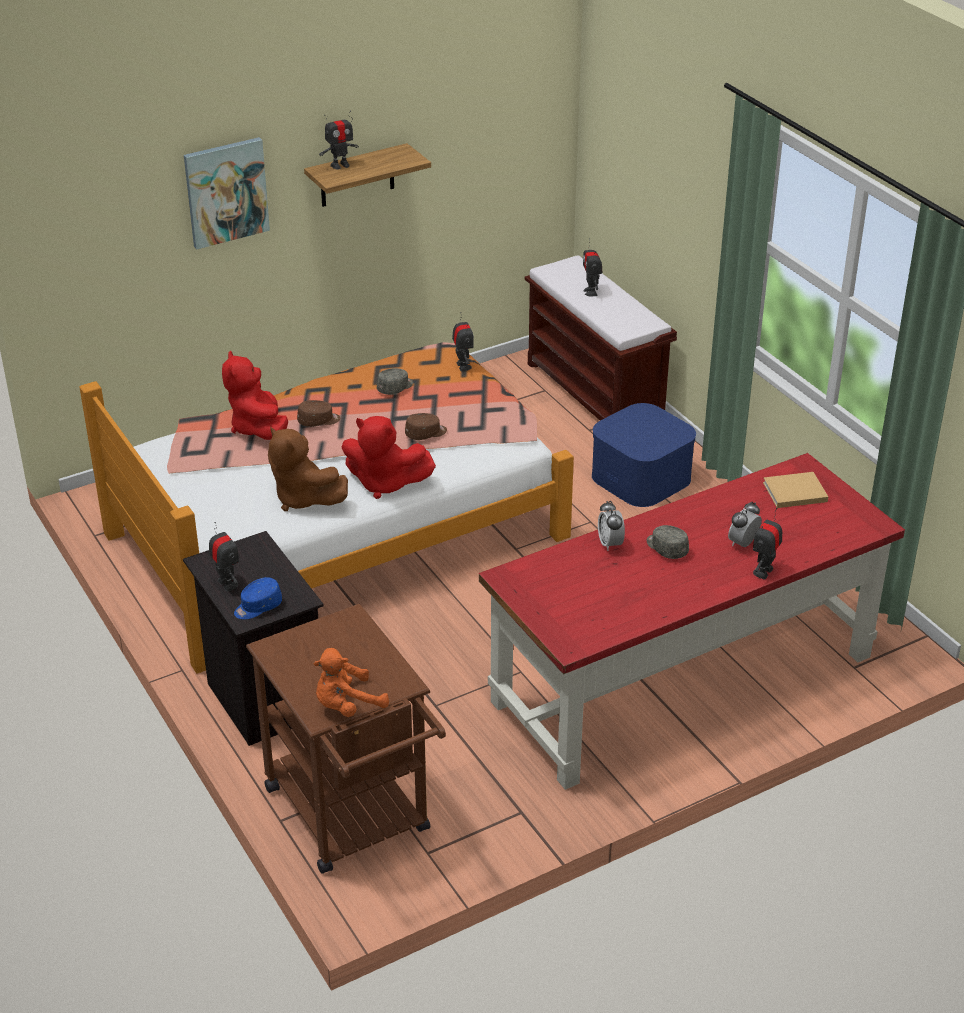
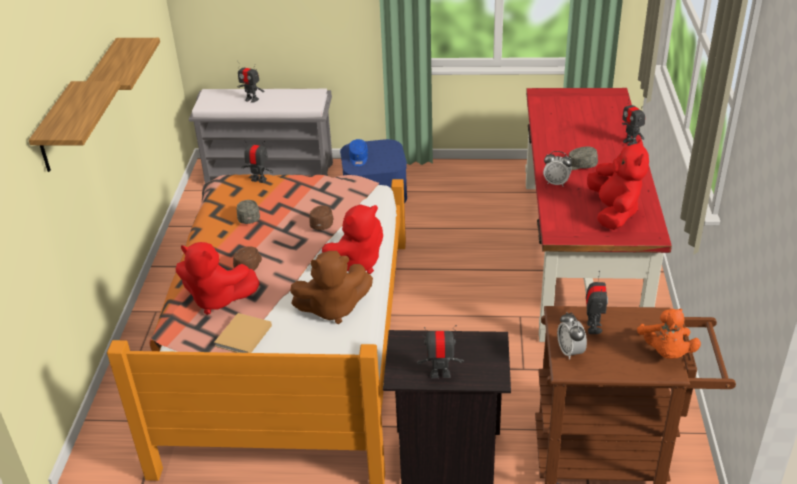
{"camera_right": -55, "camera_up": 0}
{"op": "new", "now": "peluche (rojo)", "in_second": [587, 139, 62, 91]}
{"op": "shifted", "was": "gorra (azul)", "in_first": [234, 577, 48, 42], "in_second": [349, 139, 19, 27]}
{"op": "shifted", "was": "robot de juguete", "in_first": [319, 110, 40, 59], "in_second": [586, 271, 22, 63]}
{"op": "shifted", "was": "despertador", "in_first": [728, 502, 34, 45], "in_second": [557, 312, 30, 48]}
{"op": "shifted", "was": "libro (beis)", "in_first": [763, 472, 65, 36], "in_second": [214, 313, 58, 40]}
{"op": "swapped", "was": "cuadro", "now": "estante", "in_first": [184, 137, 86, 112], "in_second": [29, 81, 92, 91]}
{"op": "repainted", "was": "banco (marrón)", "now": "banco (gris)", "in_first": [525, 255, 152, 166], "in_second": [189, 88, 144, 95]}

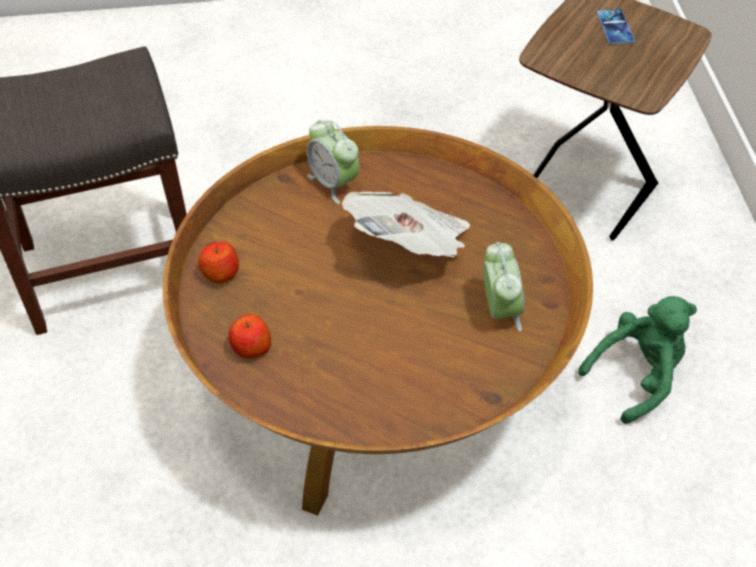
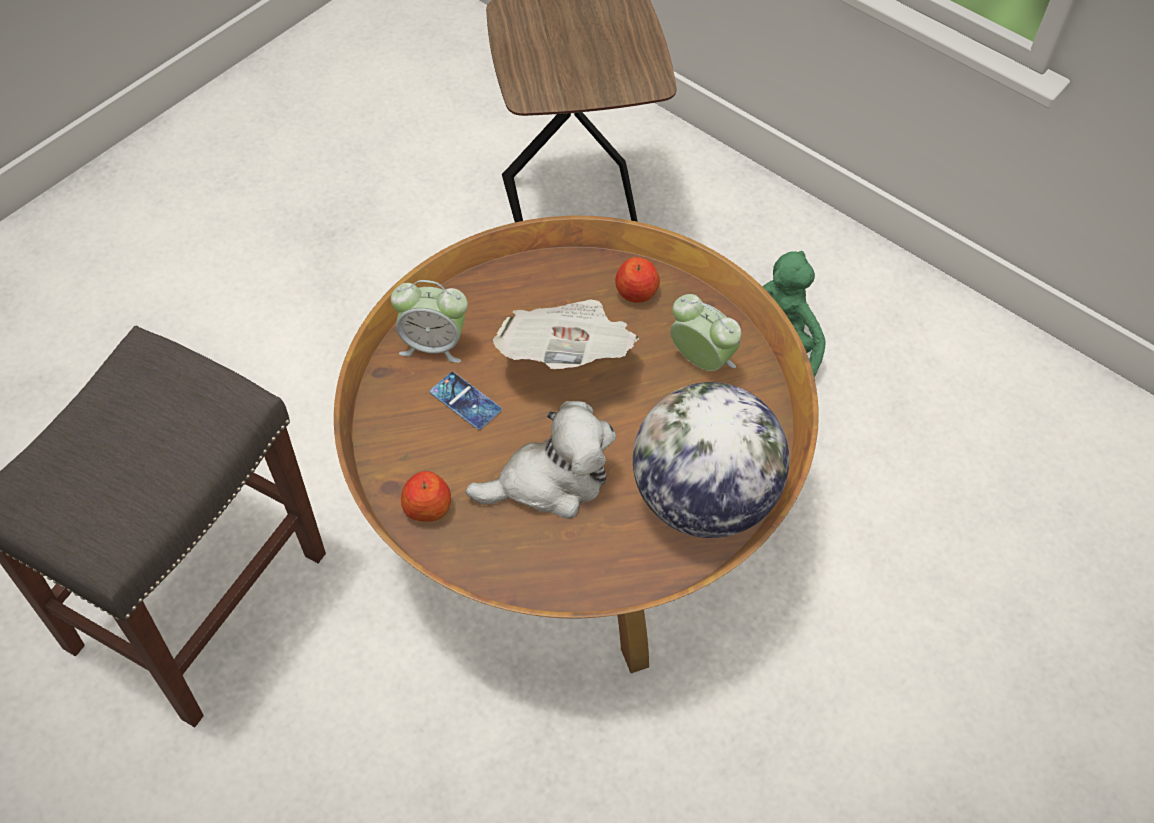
{"camera_right": -45, "camera_up": 5}
{"op": "new", "now": "peluche", "in_second": [466, 401, 150, 118]}
{"op": "new", "now": "globo terráqueo", "in_second": [633, 382, 156, 156]}
{"op": "shifted", "was": "manzana", "in_first": [229, 314, 43, 45], "in_second": [615, 257, 45, 46]}
{"op": "shifted", "was": "móvil", "in_first": [597, 9, 38, 35], "in_second": [430, 372, 72, 58]}

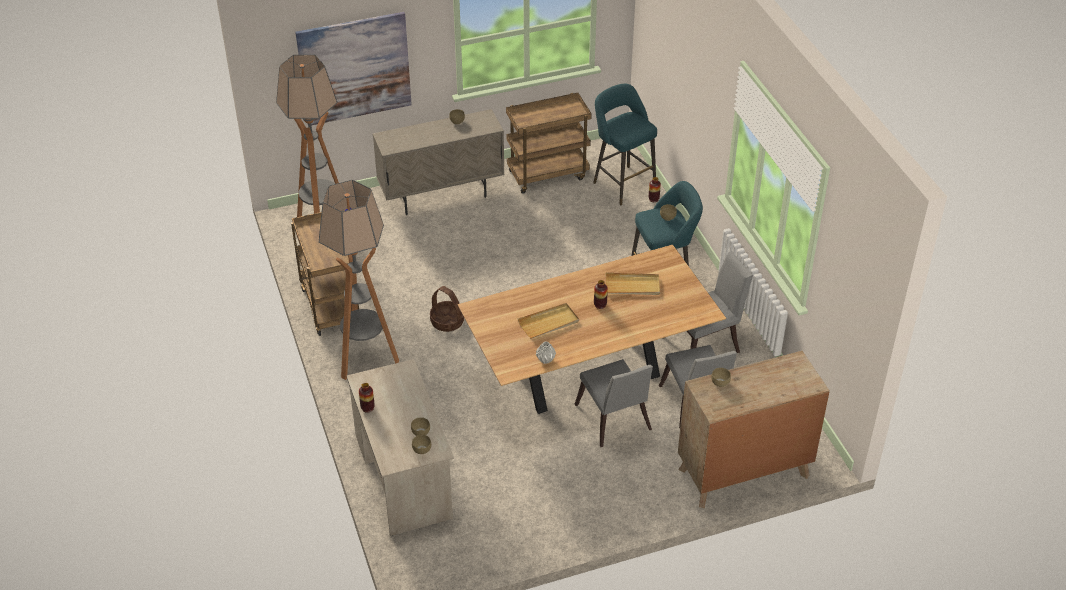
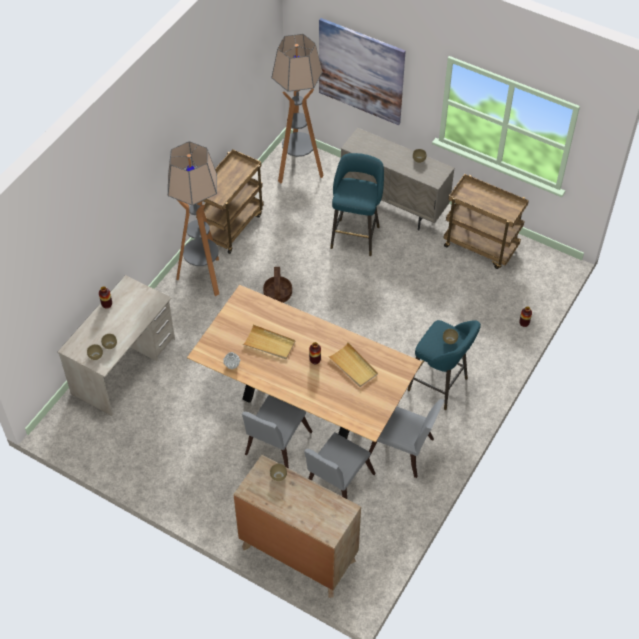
{"camera_right": 50, "camera_up": 10}
{"op": "shifted", "was": "taburete (turquesa)", "in_first": [593, 84, 64, 121], "in_second": [330, 153, 54, 103]}

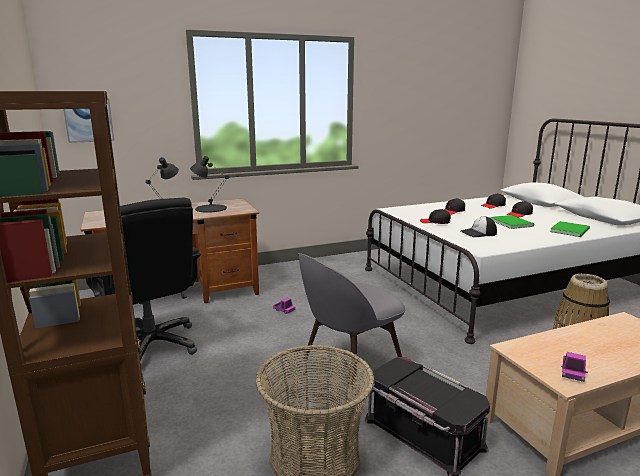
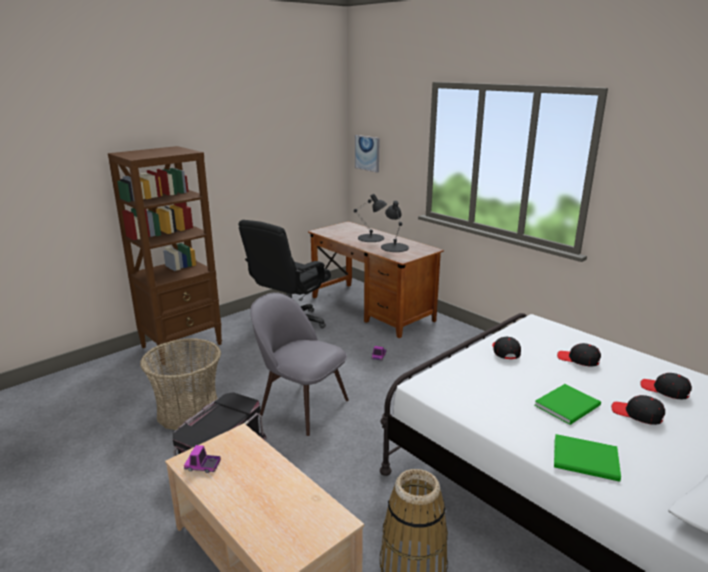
{"camera_right": 70, "camera_up": 5}
{"op": "gone", "was": "gorra", "in_first": [461, 216, 36, 21]}

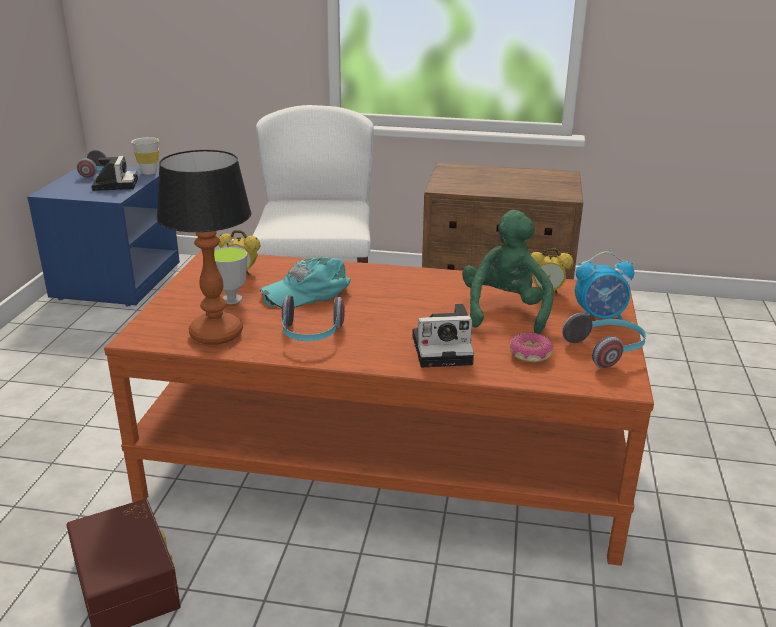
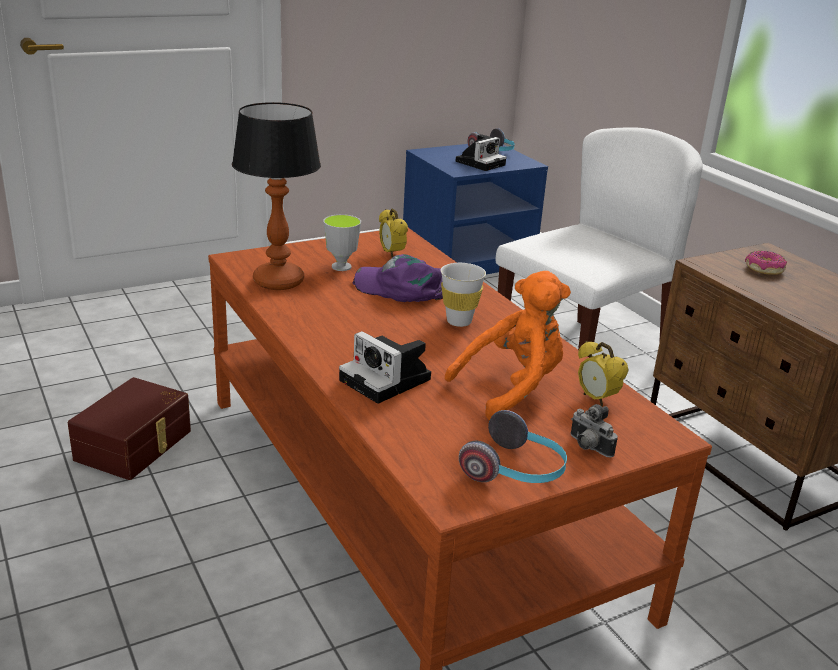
{"camera_right": 50, "camera_up": 0}
{"op": "gone", "was": "auriculares", "in_first": [282, 295, 63, 46]}
{"op": "shifted", "was": "taza (blanco)", "in_first": [131, 137, 28, 38], "in_second": [441, 263, 45, 64]}
{"op": "shifted", "was": "rosquilla", "in_first": [509, 333, 44, 29], "in_second": [745, 251, 42, 24]}
{"op": "swapped", "was": "despertador", "now": "cámara", "in_first": [575, 252, 59, 68], "in_second": [570, 404, 48, 53]}
{"op": "repainted", "was": "gorra (turquesa)", "now": "gorra (morado)", "in_first": [260, 257, 91, 51], "in_second": [353, 254, 90, 48]}
{"op": "repainted", "was": "peluche (verde)", "now": "peluche (naranja)", "in_first": [462, 210, 92, 124], "in_second": [445, 271, 126, 150]}

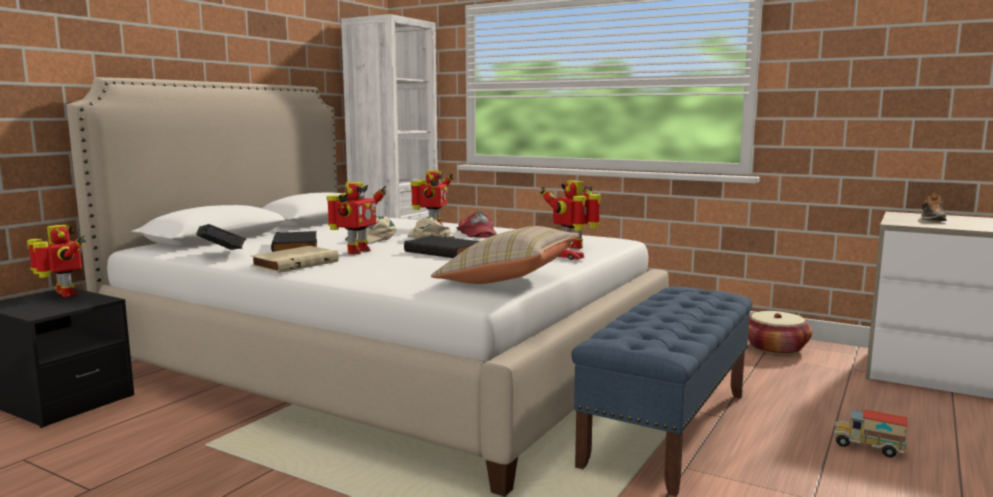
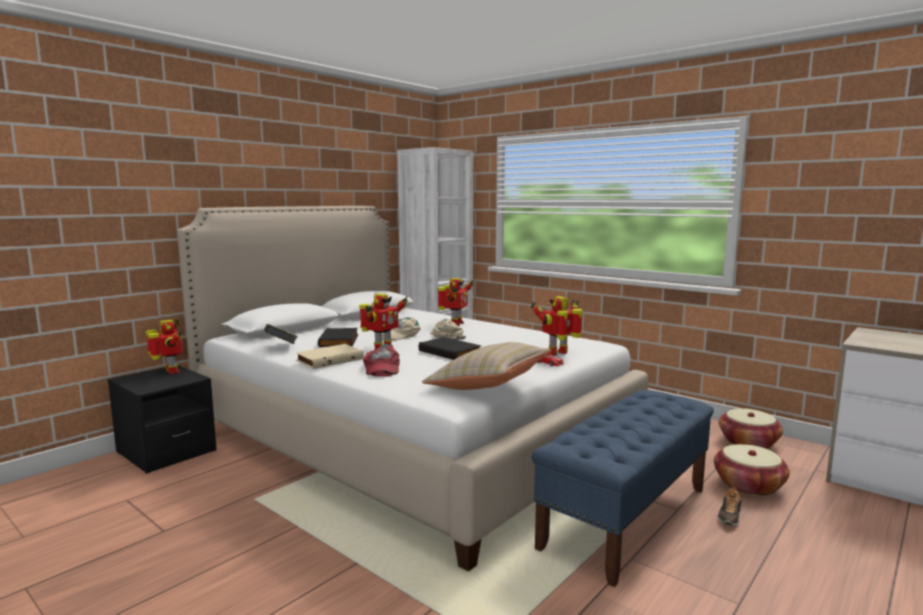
{"camera_right": 10, "camera_up": 0}
{"op": "gone", "was": "camión de juguete", "in_first": [834, 409, 74, 49]}
{"op": "new", "now": "cesta", "in_second": [714, 444, 76, 52]}
{"op": "shifted", "was": "gorra (rojo)", "in_first": [456, 211, 41, 27], "in_second": [363, 344, 37, 33]}
{"op": "shifted", "was": "zapato", "in_first": [921, 193, 26, 28], "in_second": [717, 487, 25, 39]}

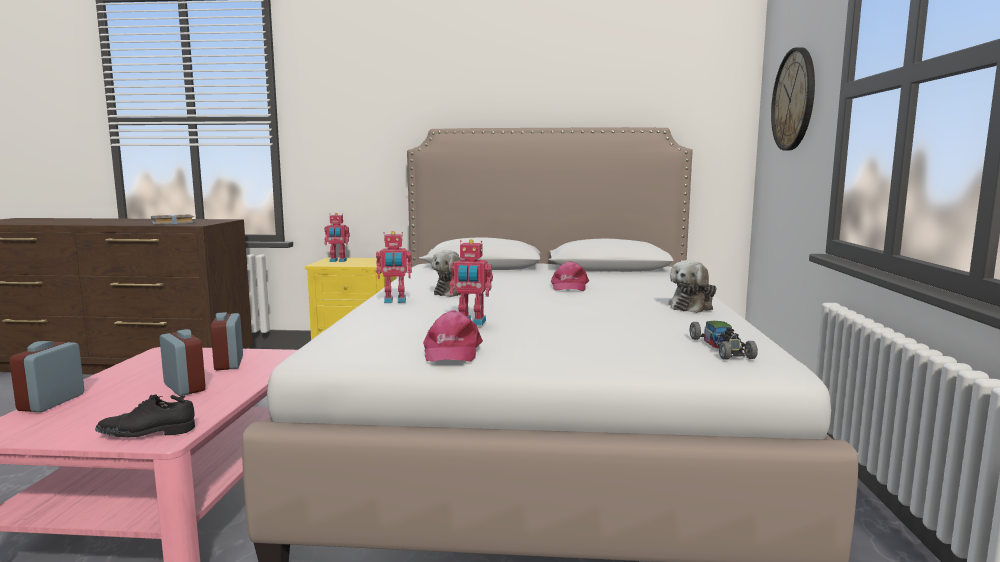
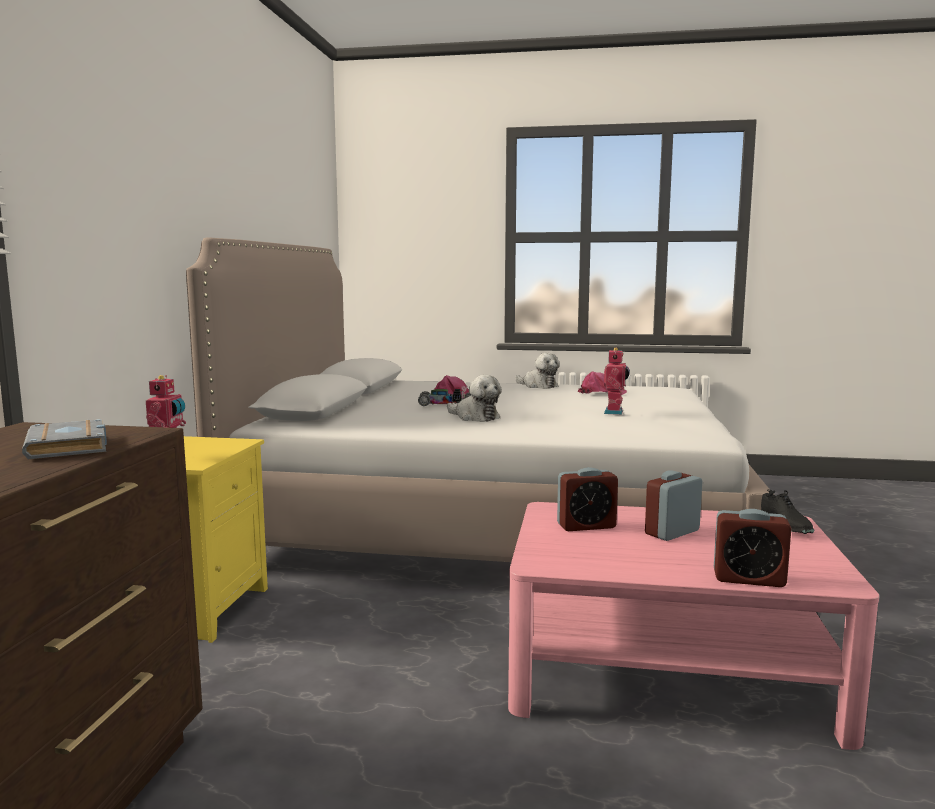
{"camera_right": -85, "camera_up": 0}
{"op": "gone", "was": "robot de juguete", "in_first": [376, 231, 36, 72]}
{"op": "gone", "was": "reloj de pared", "in_first": [771, 47, 44, 103]}
{"op": "shifted", "was": "gorra (rosa)", "in_first": [423, 310, 60, 52], "in_second": [578, 371, 49, 24]}
{"op": "shifted", "was": "coche de juguete", "in_first": [690, 321, 68, 39], "in_second": [418, 389, 53, 17]}

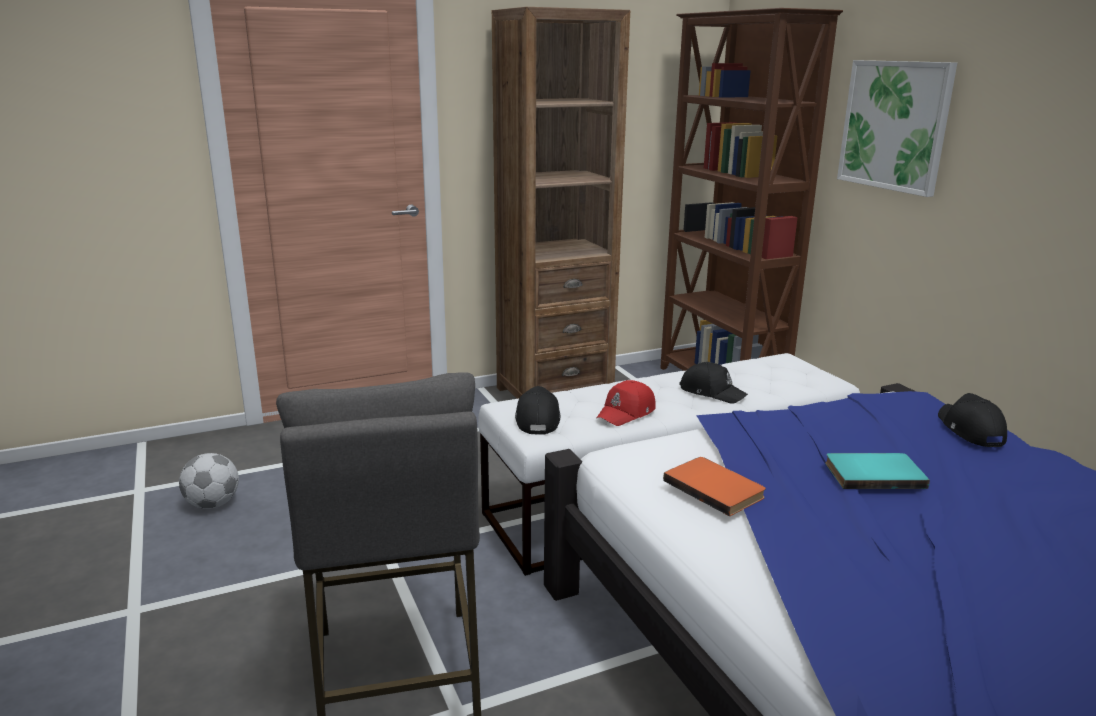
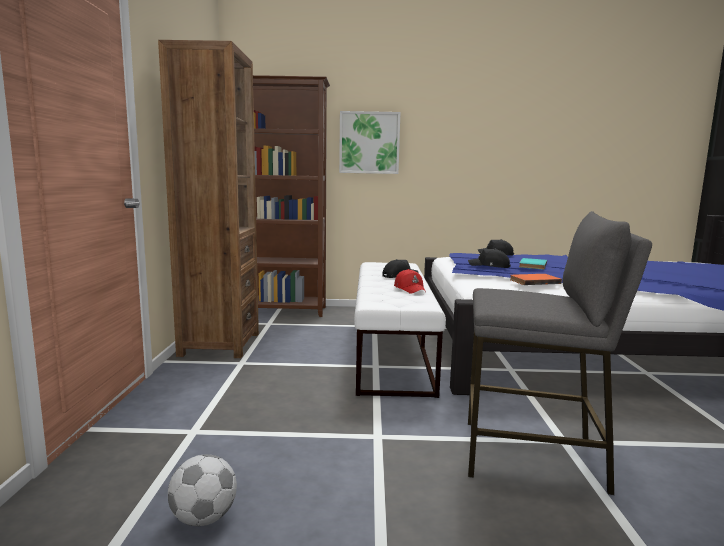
{"camera_right": -65, "camera_up": -10}
{"op": "shifted", "was": "gorra (negro)", "in_first": [515, 386, 46, 49], "in_second": [468, 249, 43, 19]}

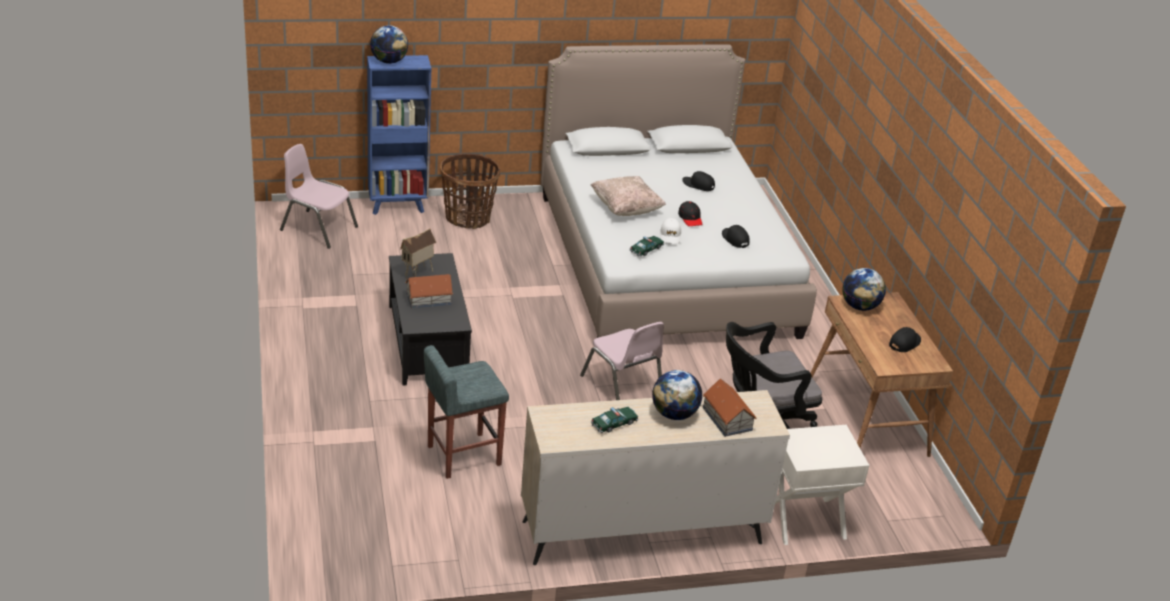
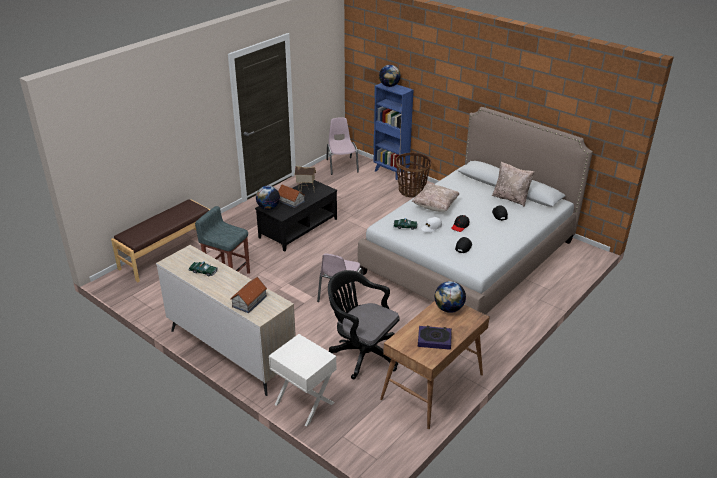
{"camera_right": 55, "camera_up": 0}
{"op": "new", "now": "banco (marrón)", "in_second": [111, 199, 99, 83]}
{"op": "new", "now": "cojín (beis)", "in_second": [492, 162, 42, 45]}
{"op": "shifted", "was": "globo terráqueo", "in_first": [652, 370, 50, 50], "in_second": [256, 186, 24, 24]}
{"op": "swapped", "was": "gorra (negro)", "now": "libro", "in_first": [889, 327, 32, 25], "in_second": [418, 326, 34, 24]}

